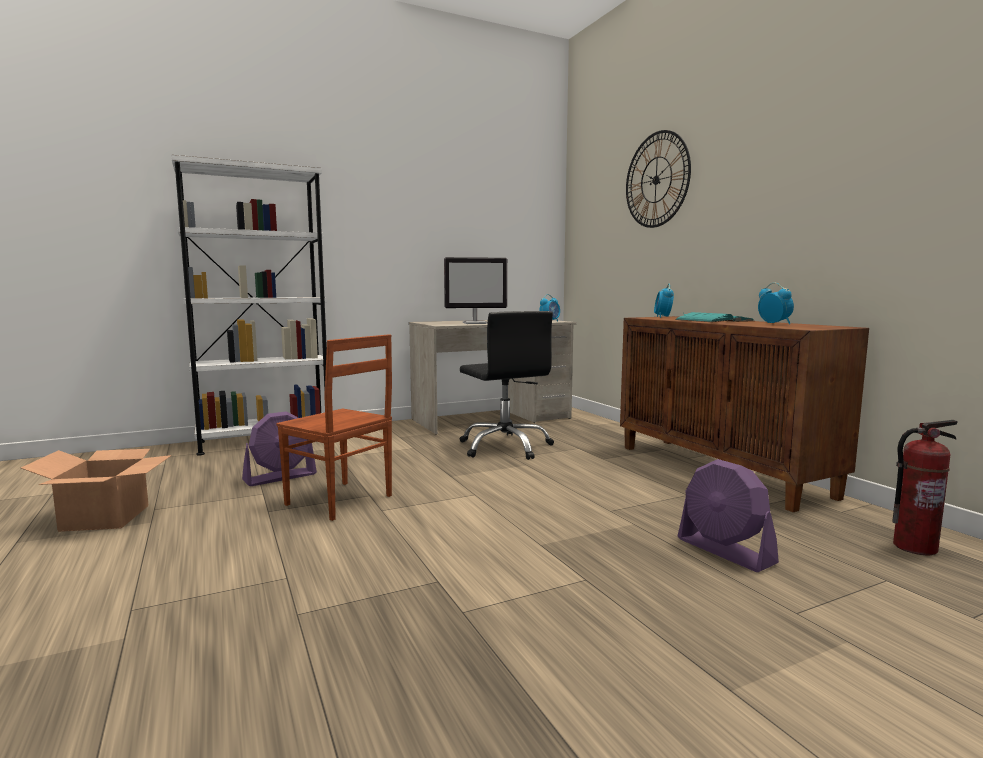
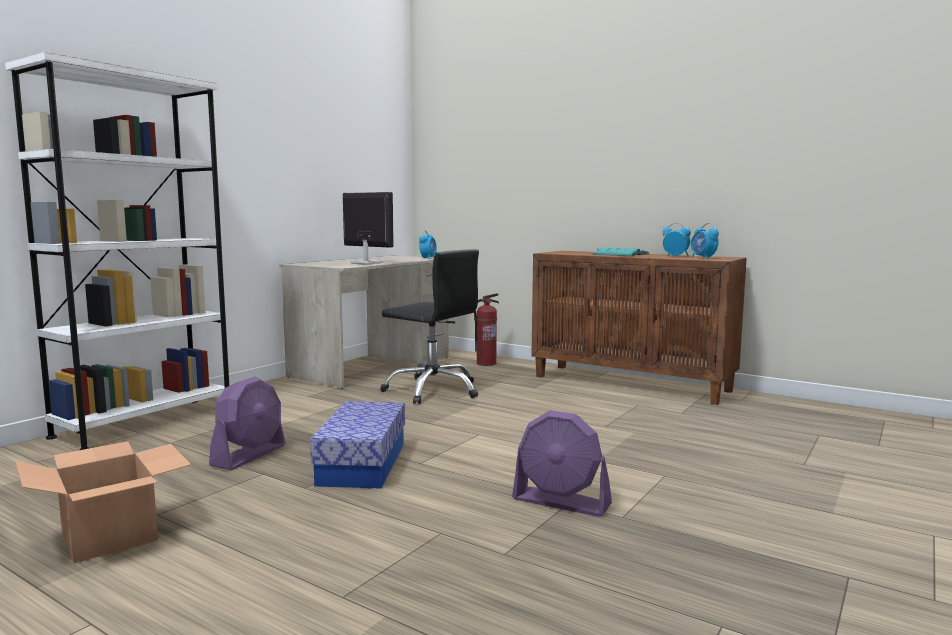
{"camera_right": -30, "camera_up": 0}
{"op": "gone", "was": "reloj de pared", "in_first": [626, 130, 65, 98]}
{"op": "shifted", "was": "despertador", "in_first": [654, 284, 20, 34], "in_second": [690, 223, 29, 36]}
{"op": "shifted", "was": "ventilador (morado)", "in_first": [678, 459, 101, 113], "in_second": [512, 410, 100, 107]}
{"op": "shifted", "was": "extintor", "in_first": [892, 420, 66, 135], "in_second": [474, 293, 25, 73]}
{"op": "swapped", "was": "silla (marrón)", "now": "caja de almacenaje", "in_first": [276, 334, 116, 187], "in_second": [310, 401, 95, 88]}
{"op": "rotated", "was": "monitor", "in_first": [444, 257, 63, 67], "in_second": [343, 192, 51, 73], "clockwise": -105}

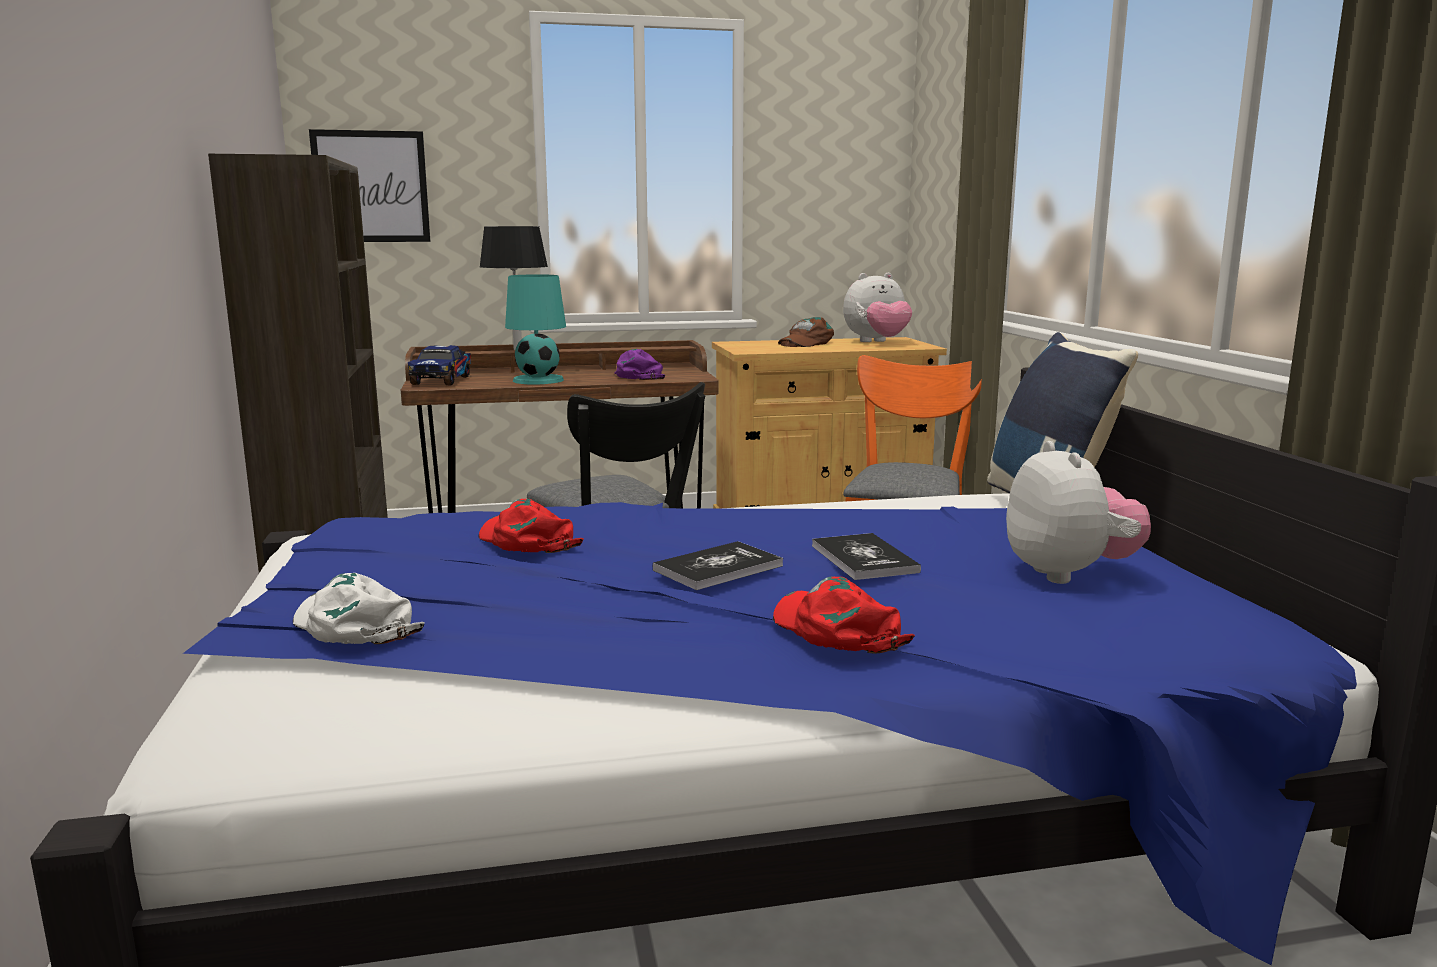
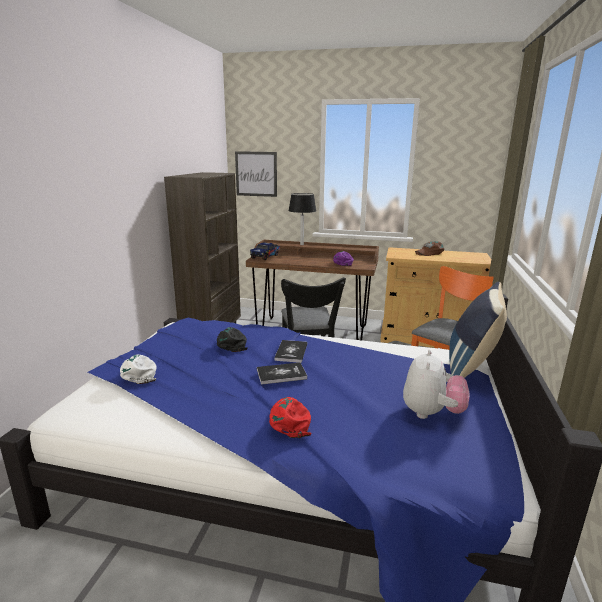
{"camera_right": 25, "camera_up": 5}
{"op": "gone", "was": "lámpara de mesa (turquesa)", "in_first": [505, 274, 61, 111]}
{"op": "gone", "was": "peluche", "in_first": [843, 273, 69, 69]}
{"op": "shifted", "was": "libro", "in_first": [812, 533, 109, 47], "in_second": [274, 340, 33, 23]}
{"op": "repainted", "was": "gorra (rojo)", "now": "gorra (negro)", "in_first": [478, 499, 106, 54], "in_second": [217, 327, 31, 25]}

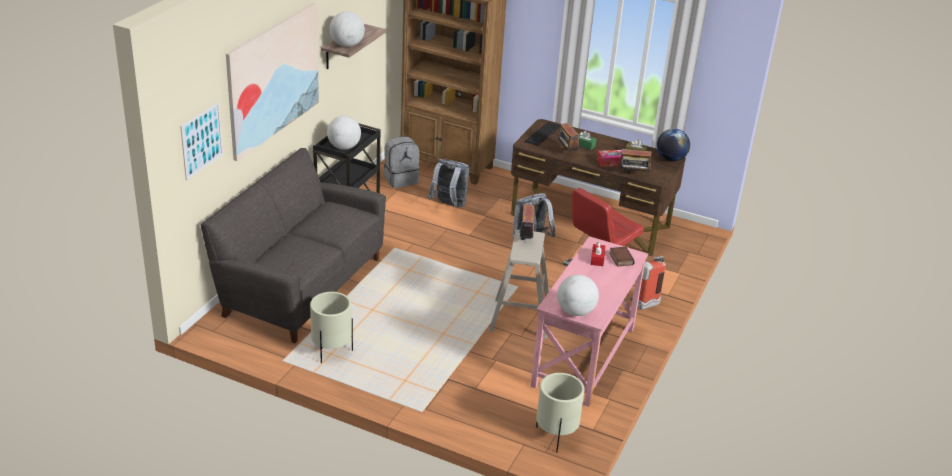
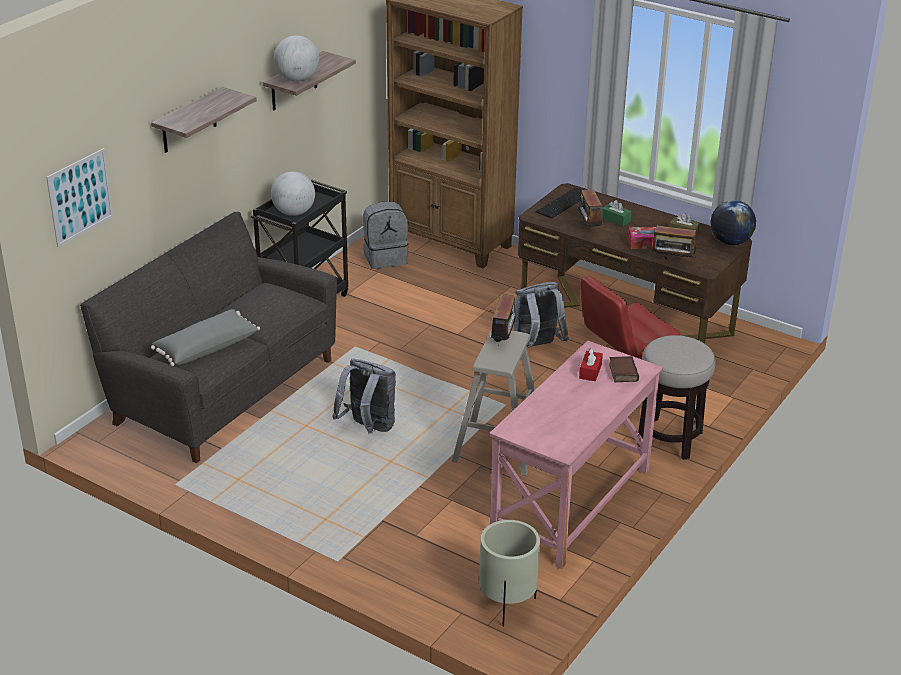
{"camera_right": 10, "camera_up": 0}
{"op": "gone", "was": "maceta (beis)", "in_first": [310, 292, 43, 71]}
{"op": "gone", "was": "globo terráqueo", "in_first": [557, 275, 42, 41]}
{"op": "new", "now": "cojín (gris)", "in_second": [151, 309, 109, 57]}
{"op": "shifted", "was": "mochila (gris)", "in_first": [428, 159, 41, 48], "in_second": [332, 359, 64, 75]}
{"op": "swapped", "was": "cuadro", "now": "estante", "in_first": [226, 3, 93, 158], "in_second": [151, 87, 106, 66]}
{"op": "swapped", "was": "extintor", "now": "taburete", "in_first": [629, 256, 37, 54], "in_second": [637, 335, 78, 125]}

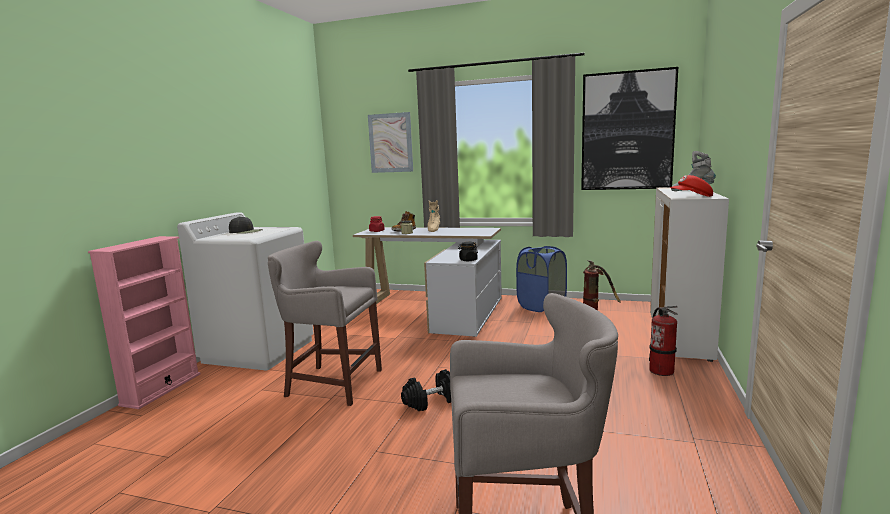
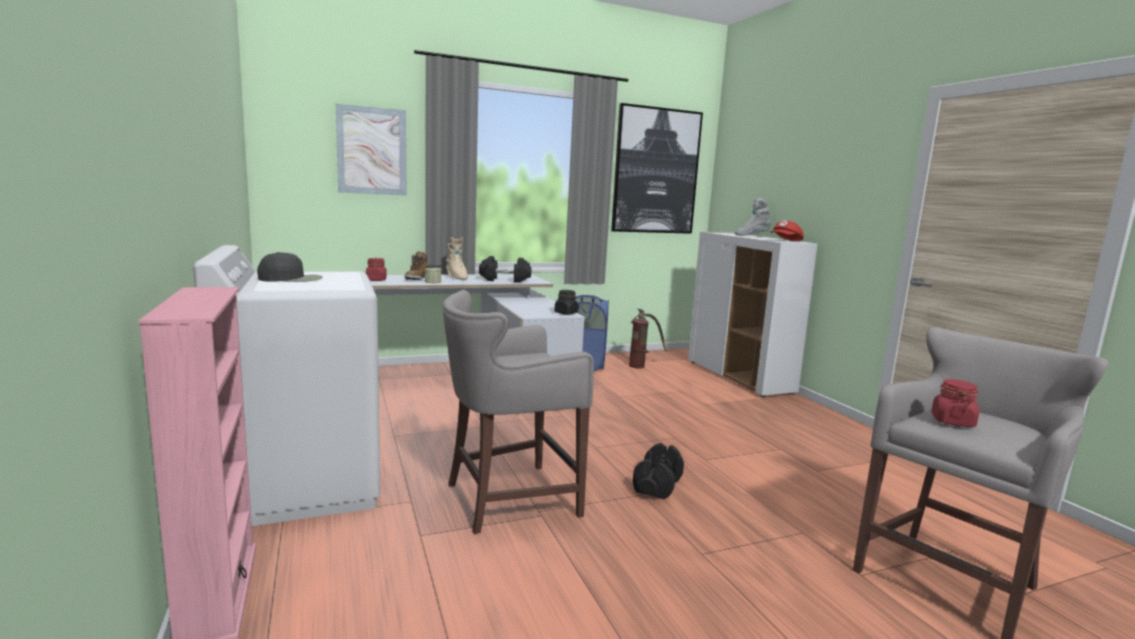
{"camera_right": -40, "camera_up": 0}
{"op": "gone", "was": "extintor", "in_first": [649, 306, 29, 70]}
{"op": "new", "now": "mancuerna (negro)", "in_second": [479, 256, 52, 27]}
{"op": "new", "now": "tarro (rojo)", "in_second": [931, 379, 48, 48]}

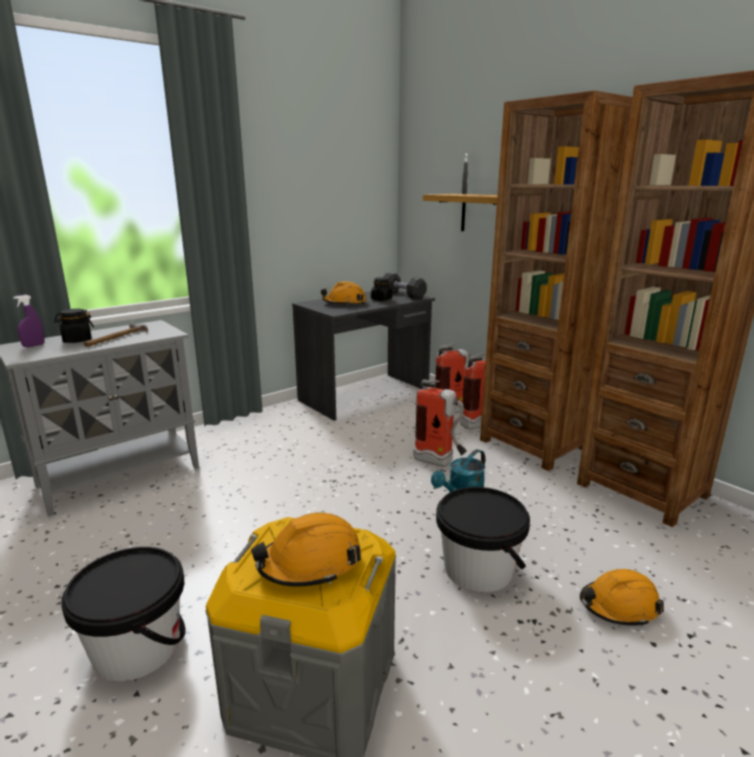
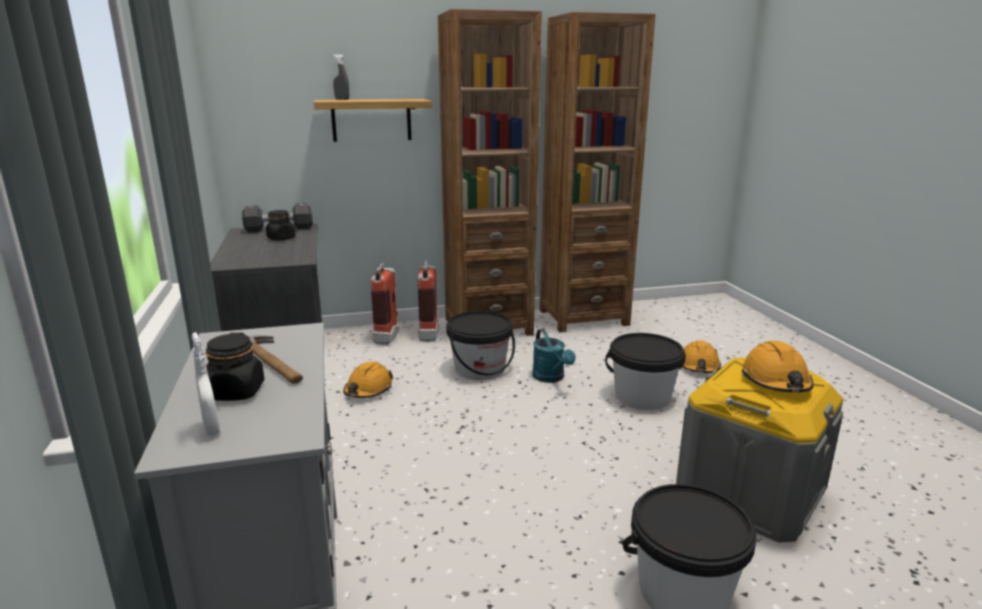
{"camera_right": -65, "camera_up": 0}
{"op": "shifted", "was": "casco (naranja)", "in_first": [321, 281, 45, 25], "in_second": [343, 362, 50, 36]}
{"op": "swapped", "was": "extintor", "now": "cubo (negro)", "in_first": [413, 379, 54, 88], "in_second": [446, 311, 69, 69]}
{"op": "repainted", "was": "pulverizador (morado)", "now": "pulverizador (blanco)", "in_first": [13, 295, 31, 52], "in_second": [192, 332, 28, 104]}

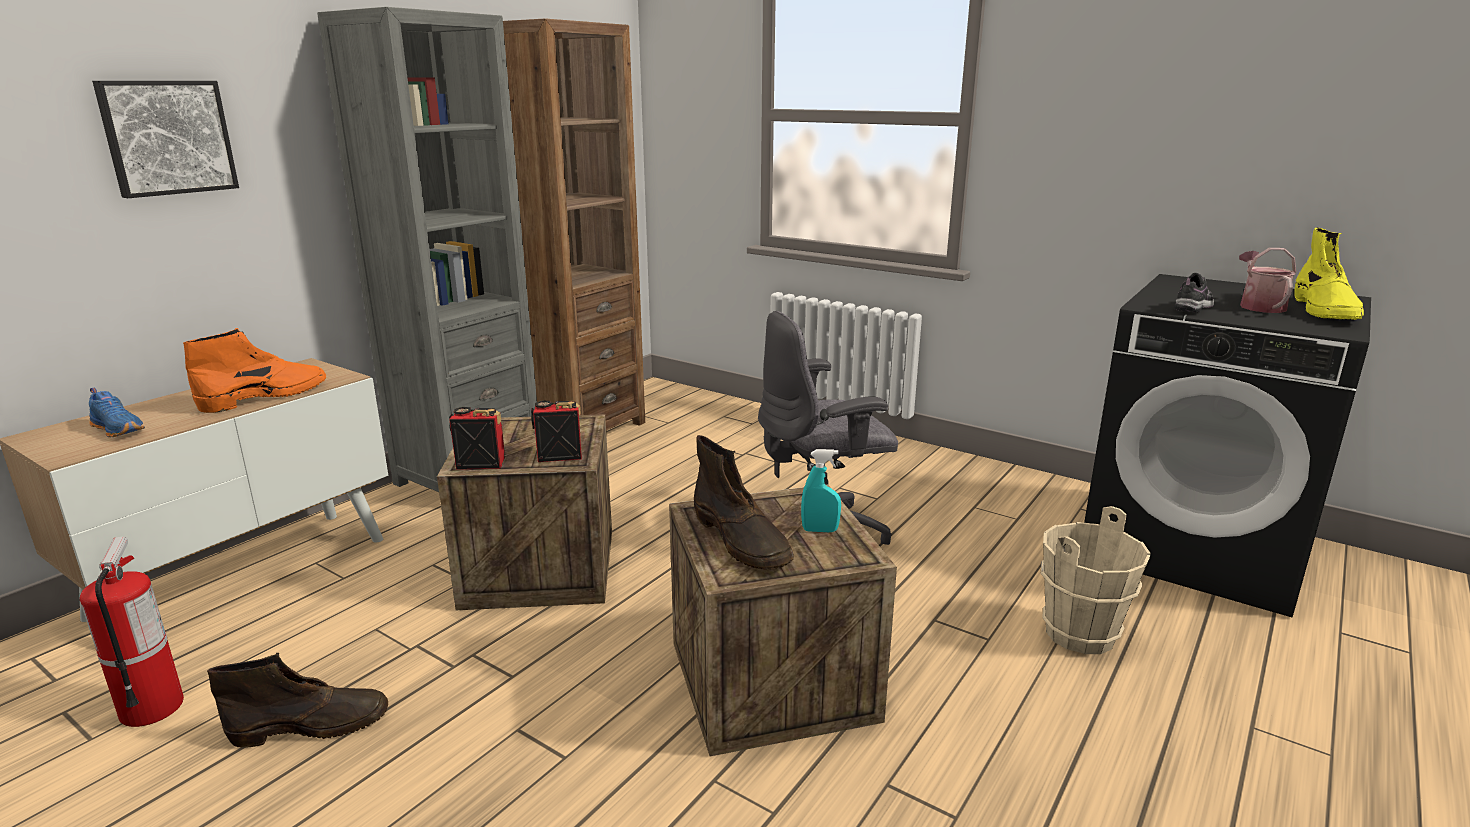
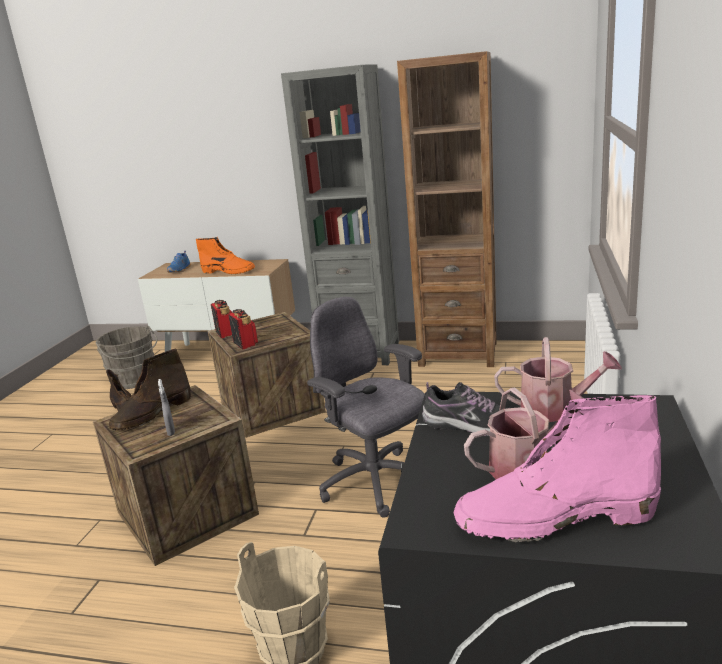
{"camera_right": 70, "camera_up": 0}
{"op": "gone", "was": "cuadro", "in_first": [92, 81, 147, 117]}
{"op": "new", "now": "regadera", "in_second": [494, 337, 128, 85]}
{"op": "swapped", "was": "extintor", "now": "cubo (gris)", "in_first": [80, 537, 104, 190], "in_second": [96, 326, 62, 63]}
{"op": "repainted", "was": "pulverizador (turquesa)", "now": "pulverizador (gris)", "in_first": [801, 449, 40, 83], "in_second": [158, 379, 17, 57]}
{"op": "repainted", "was": "bota (amarillo)", "now": "bota (rosa)", "in_first": [1294, 228, 70, 92], "in_second": [454, 395, 207, 147]}

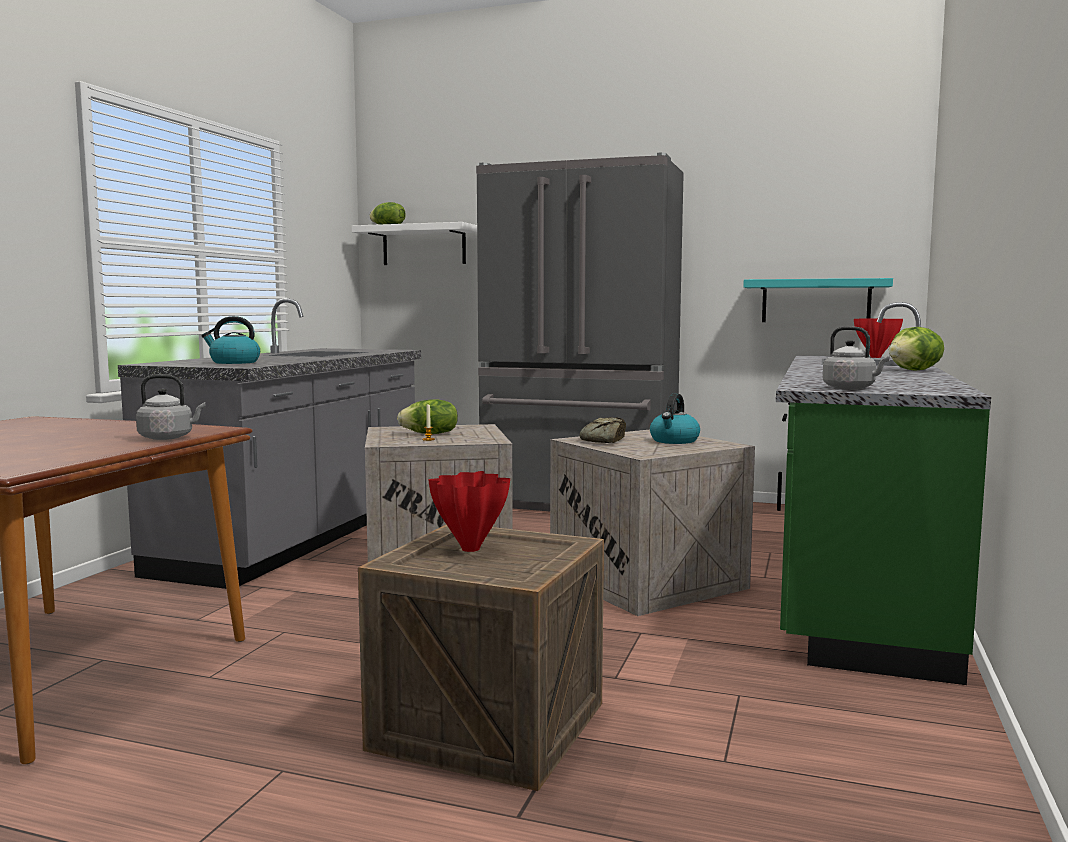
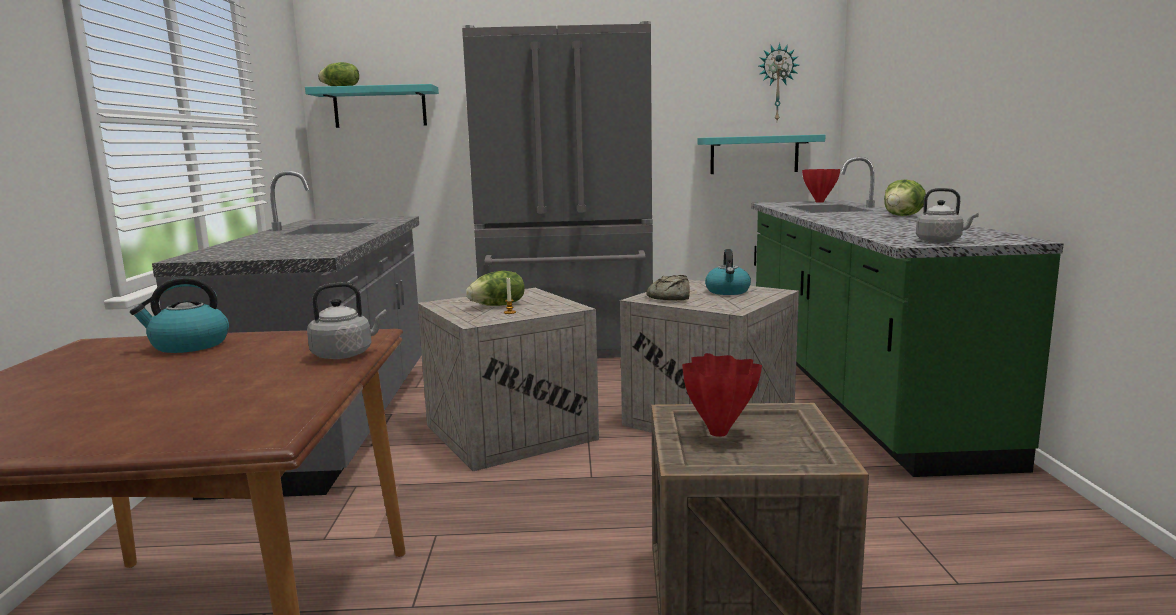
{"camera_right": -20, "camera_up": 5}
{"op": "new", "now": "reloj de pared", "in_second": [759, 43, 40, 78]}
{"op": "shifted", "was": "hervidor", "in_first": [202, 316, 58, 48], "in_second": [130, 277, 99, 76]}
{"op": "repainted", "was": "estante (blanco)", "now": "estante (turquesa)", "in_first": [352, 222, 125, 43], "in_second": [305, 84, 134, 44]}

